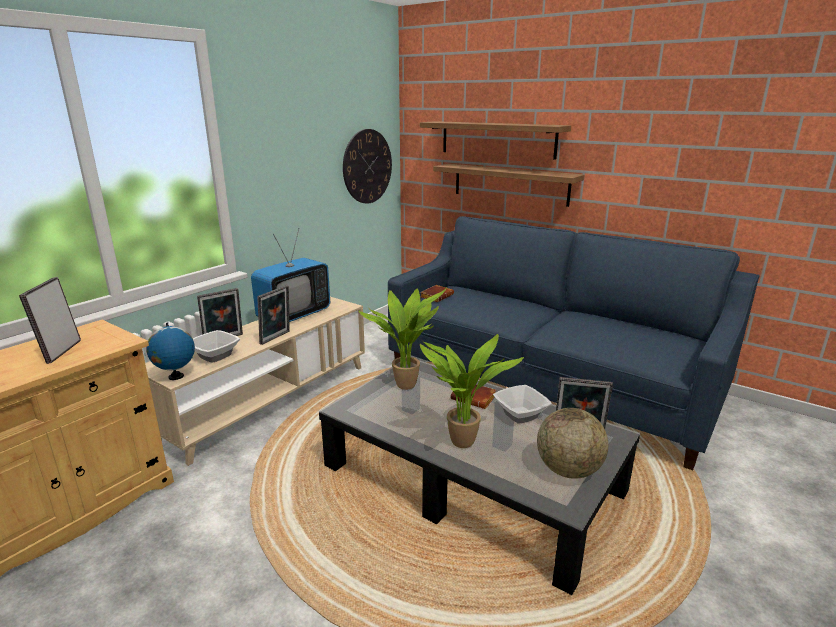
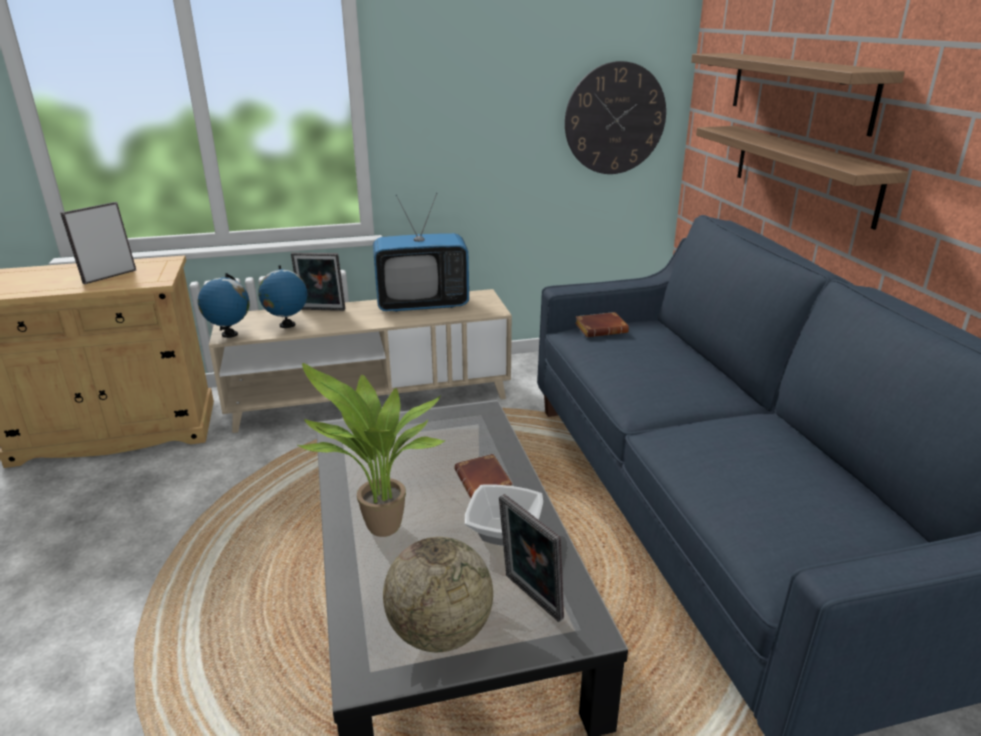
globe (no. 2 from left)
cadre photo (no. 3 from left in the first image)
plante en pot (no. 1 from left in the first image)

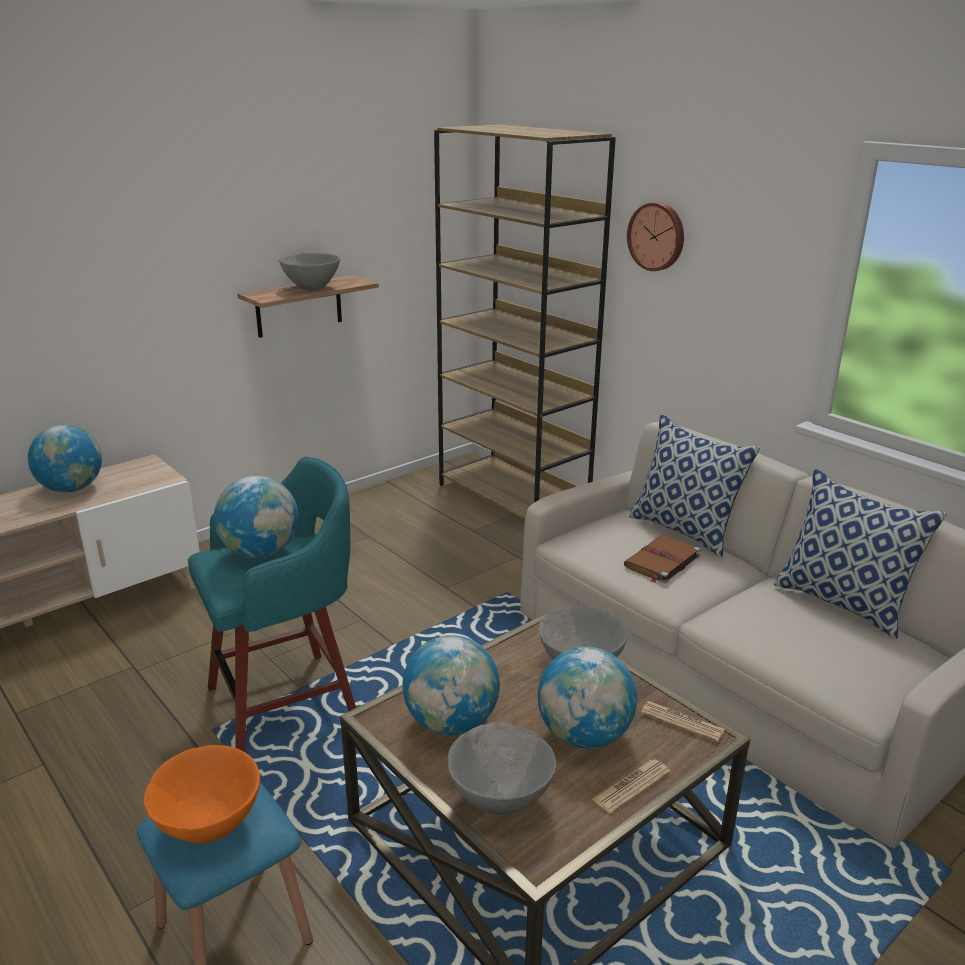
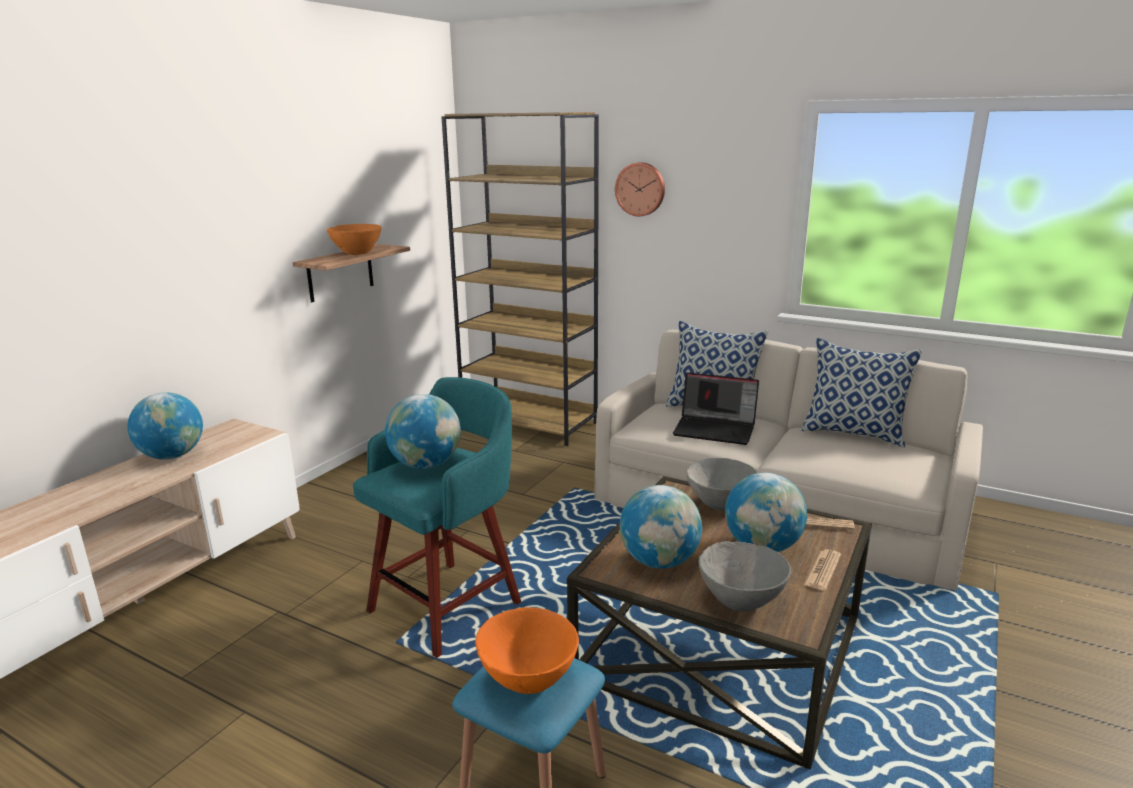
bol (orange) (no. 1 from left)
ordinateur portable

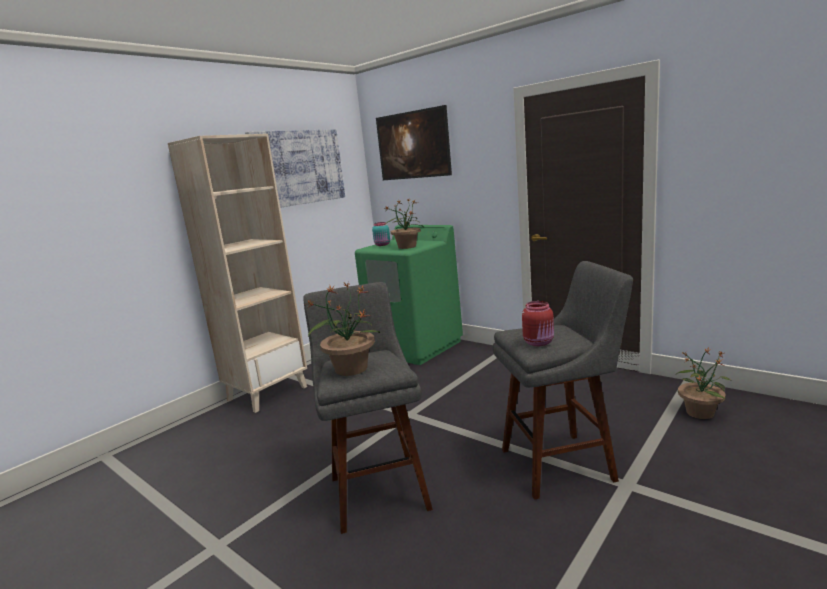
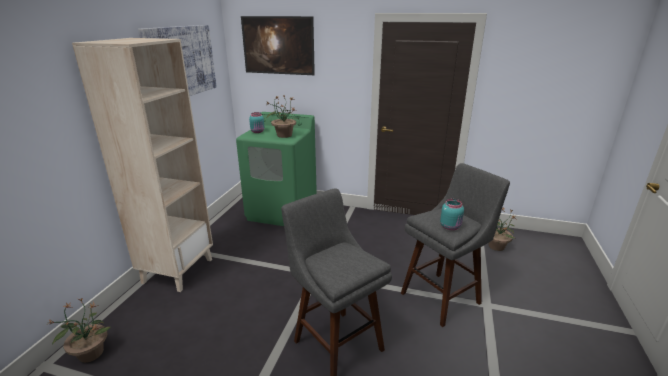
plante en pot (no. 1 from left)
bocal (turquoise) (no. 2 from left)

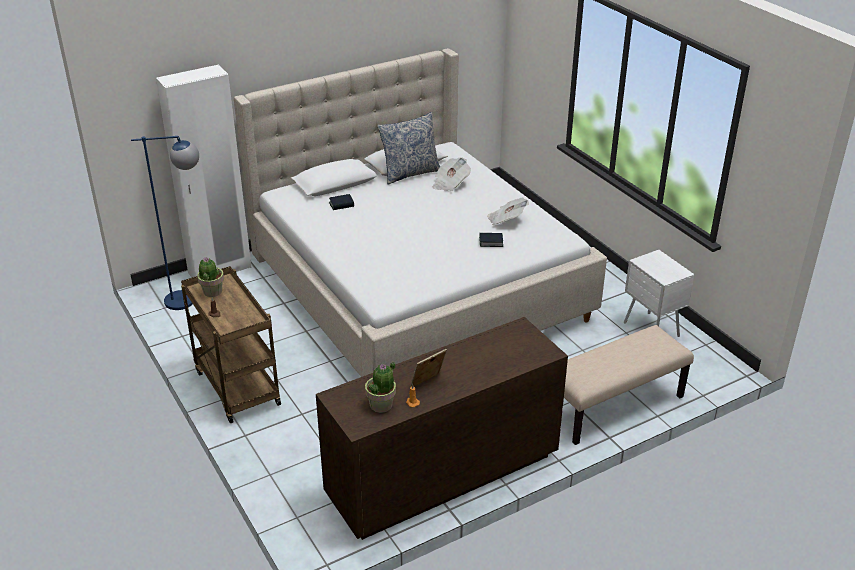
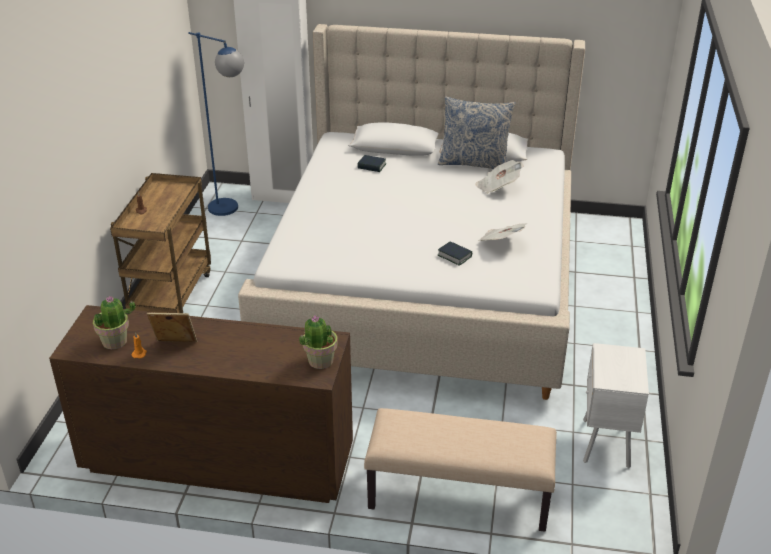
plante en pot (no. 2 from left)

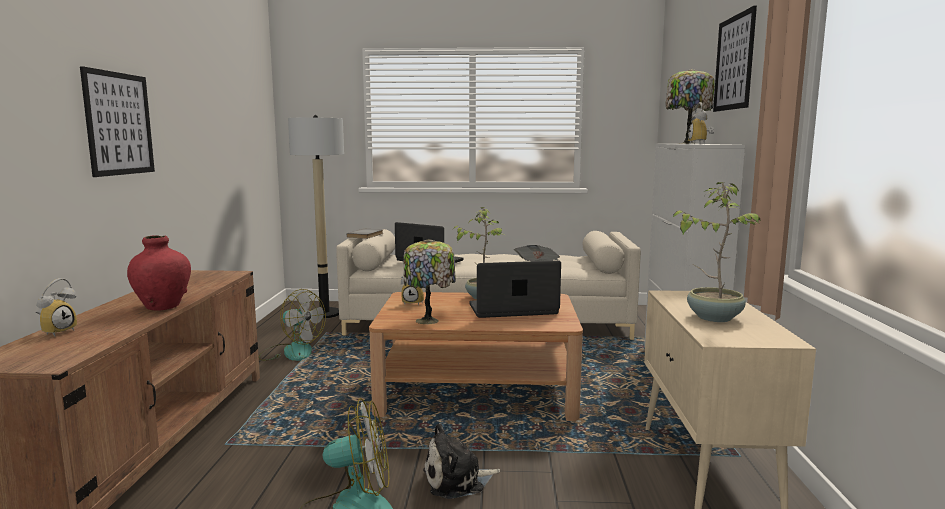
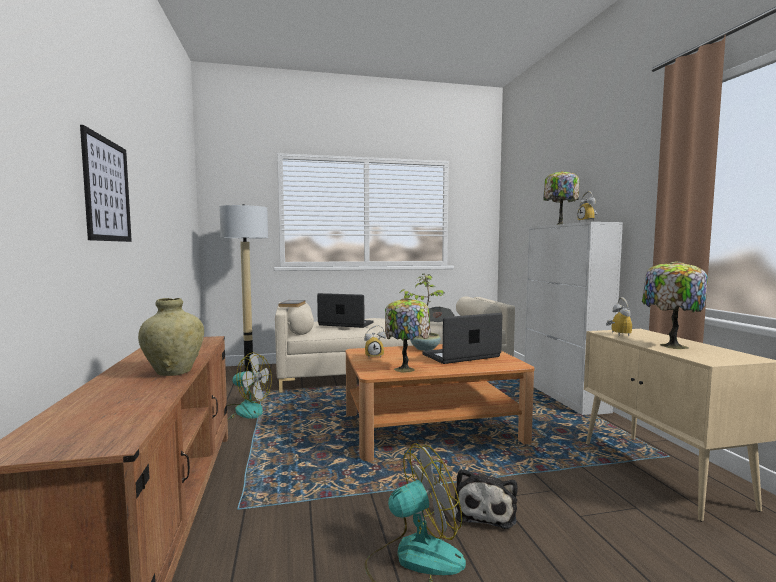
vase (beige)
peluche
réveil (no. 3 from left)
lampe de table (no. 3 from left)
tableau (no. 2 from left in the first image)

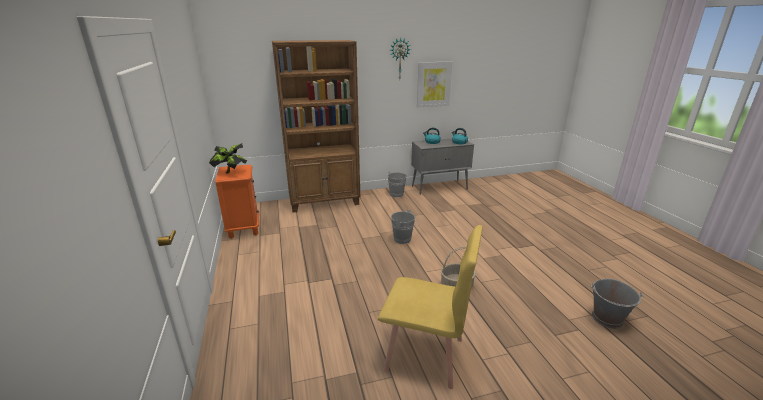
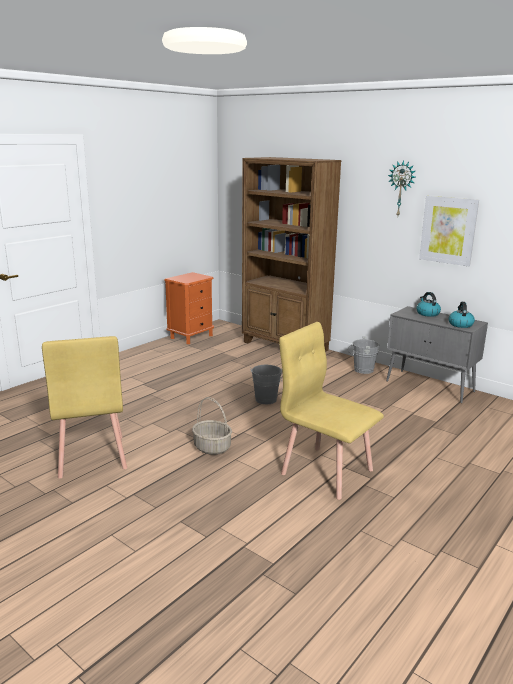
chaise (jaune) (no. 2 from left)
plante en pot
seau (gris) (no. 3 from left in the first image)

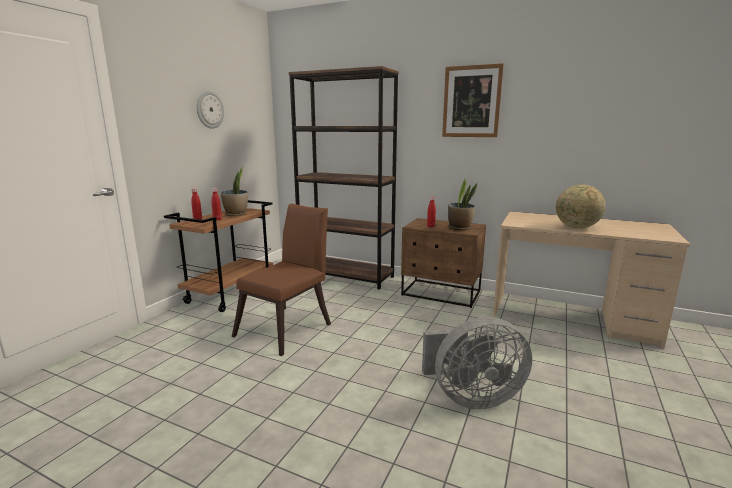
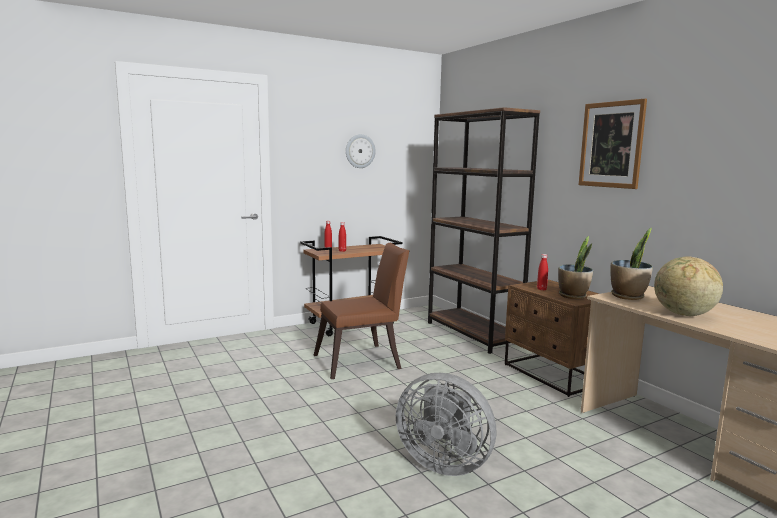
plante en pot (no. 2 from left)

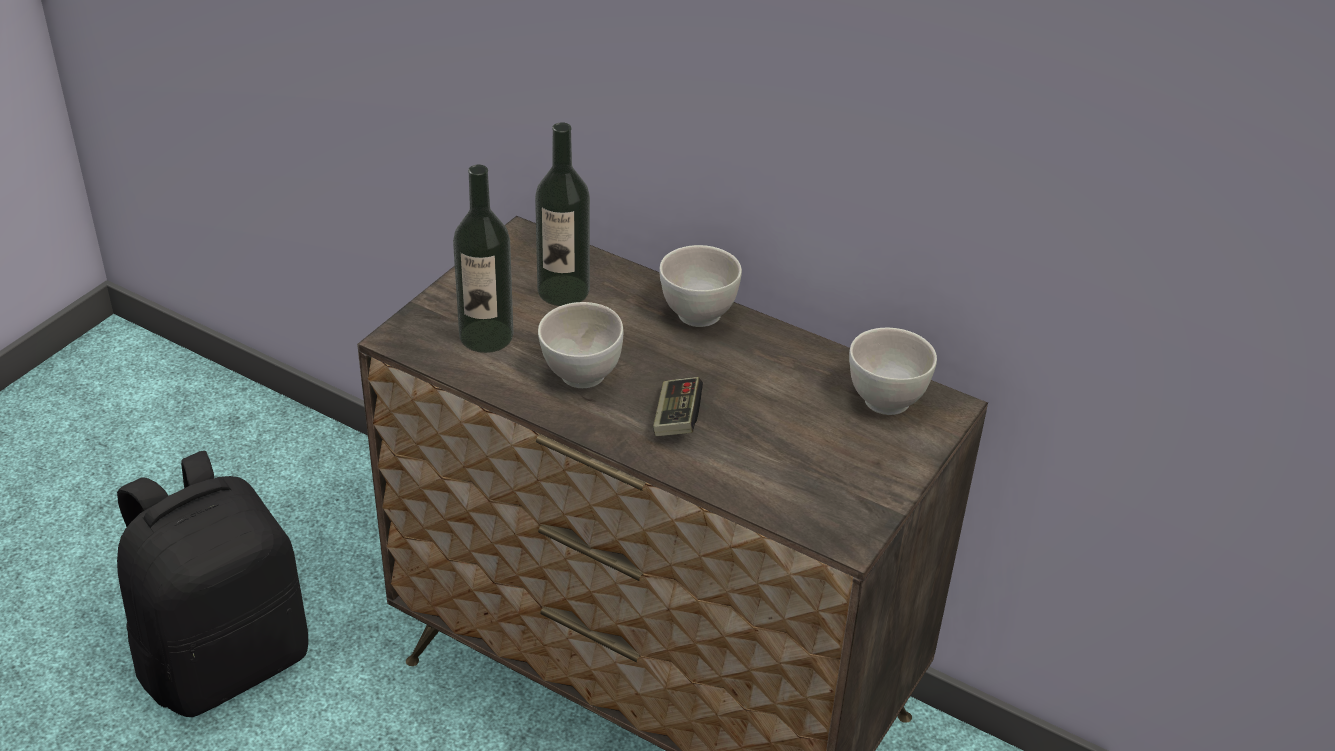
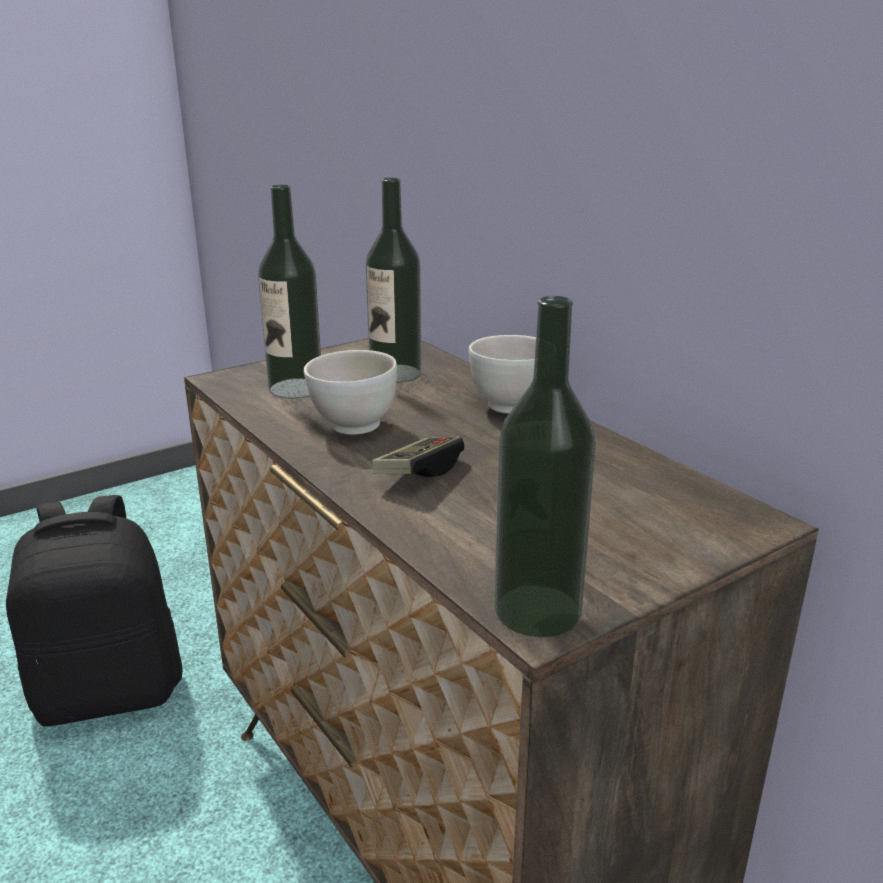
bouteille (no. 3 from left)
bol (blanc) (no. 3 from left in the first image)

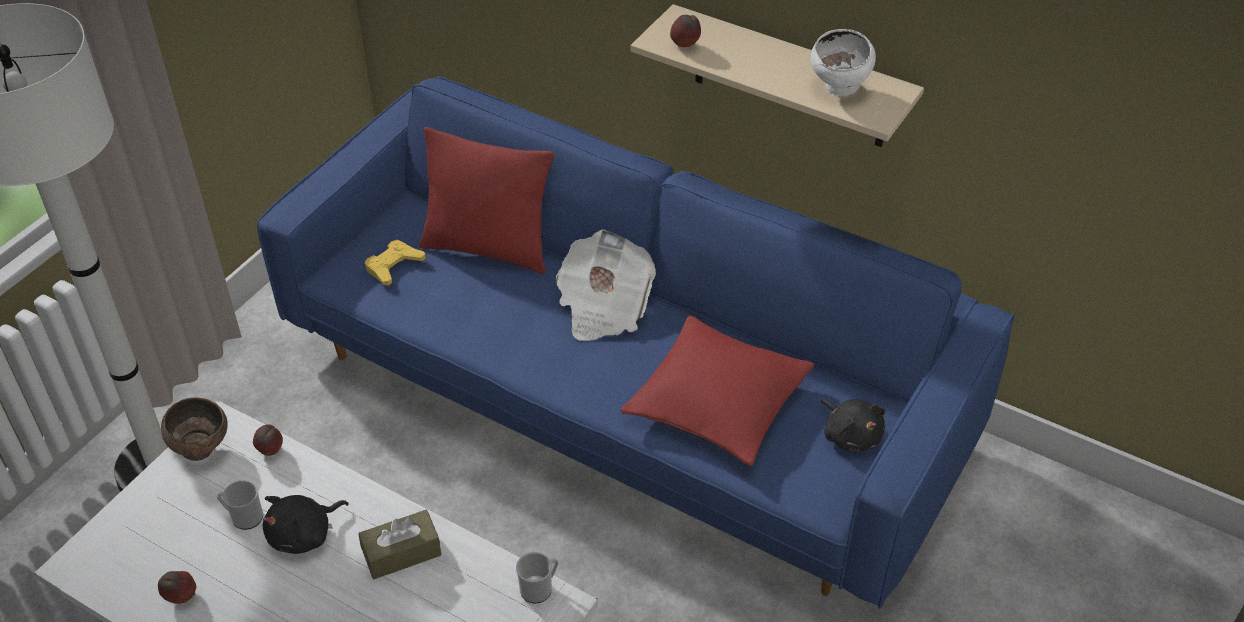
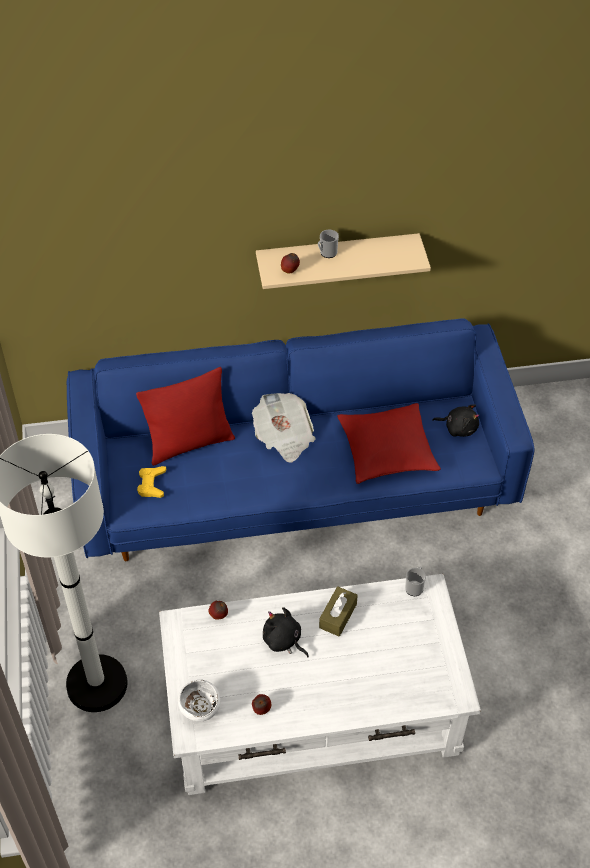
bol (blanc)
peluche (noir) (no. 1 from left)
mug (no. 1 from left)
bol (marron)

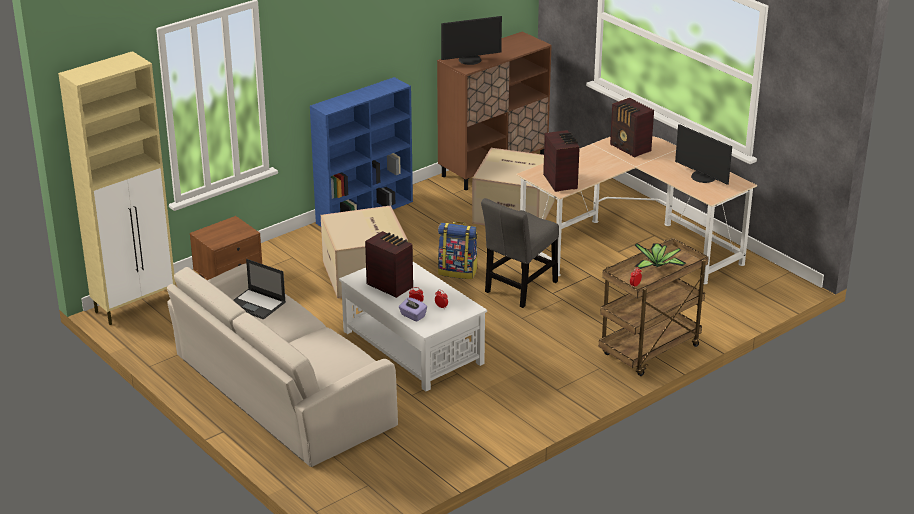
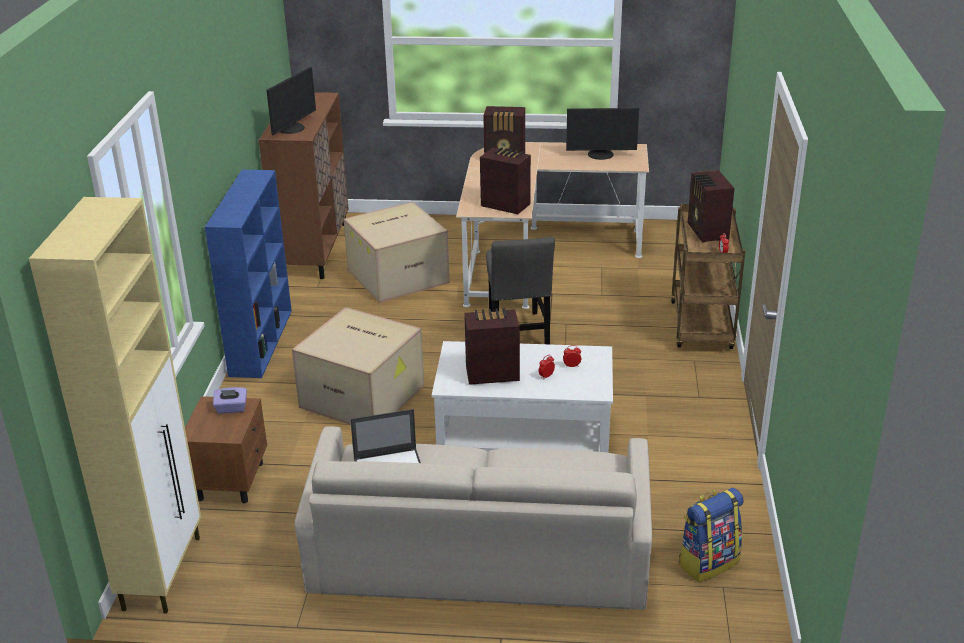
boîte à mouchoirs (violet)
sac à dos
radio (no. 4 from left)

